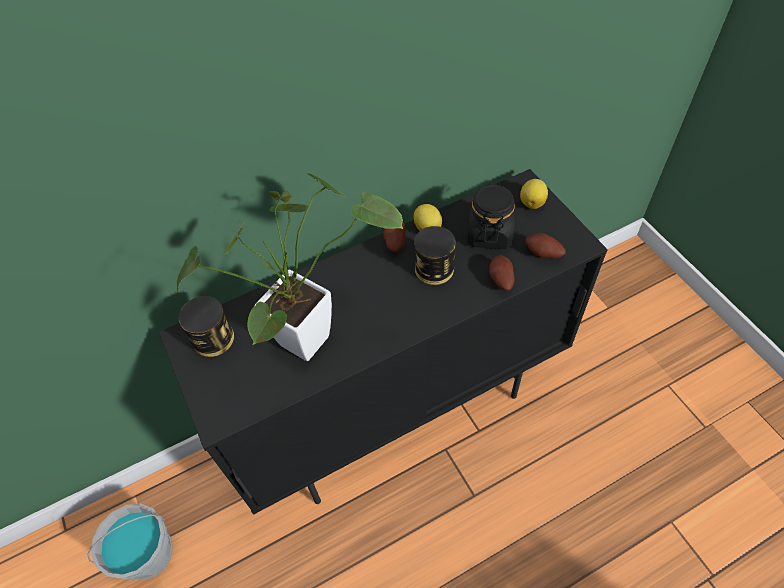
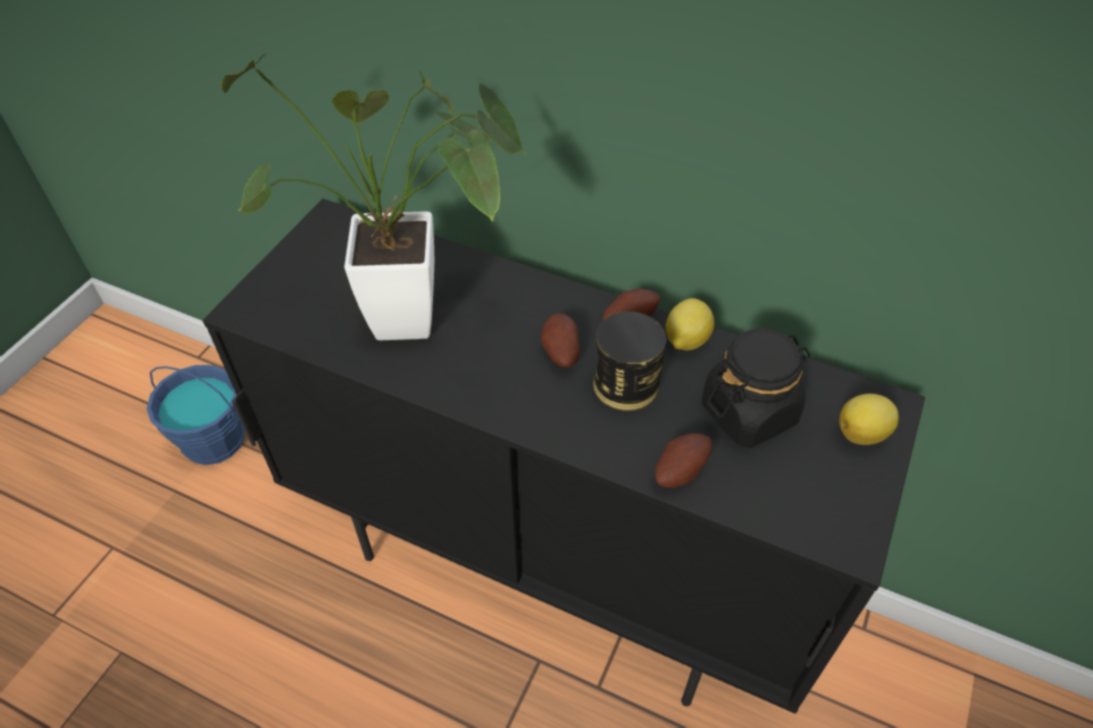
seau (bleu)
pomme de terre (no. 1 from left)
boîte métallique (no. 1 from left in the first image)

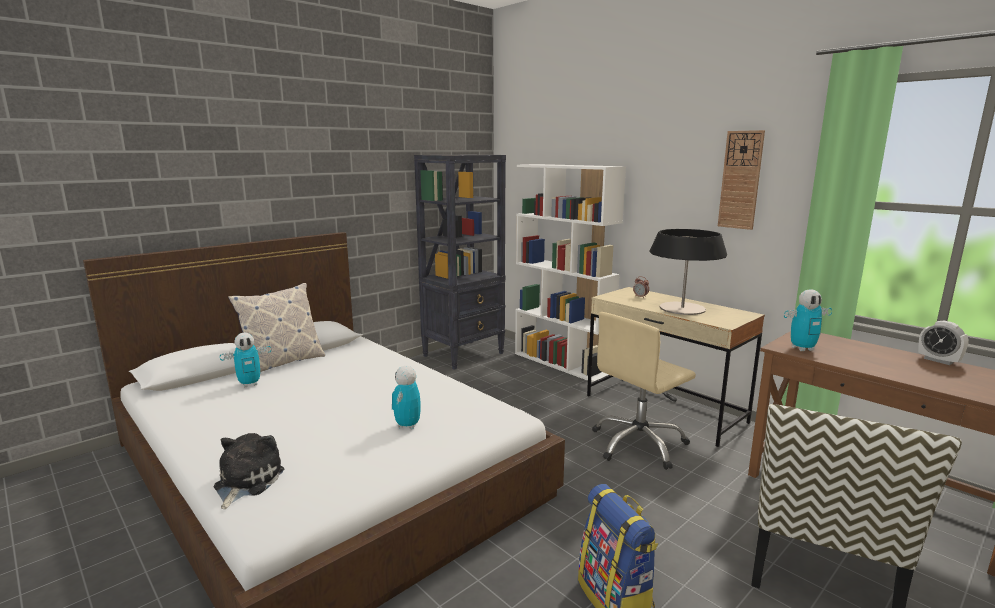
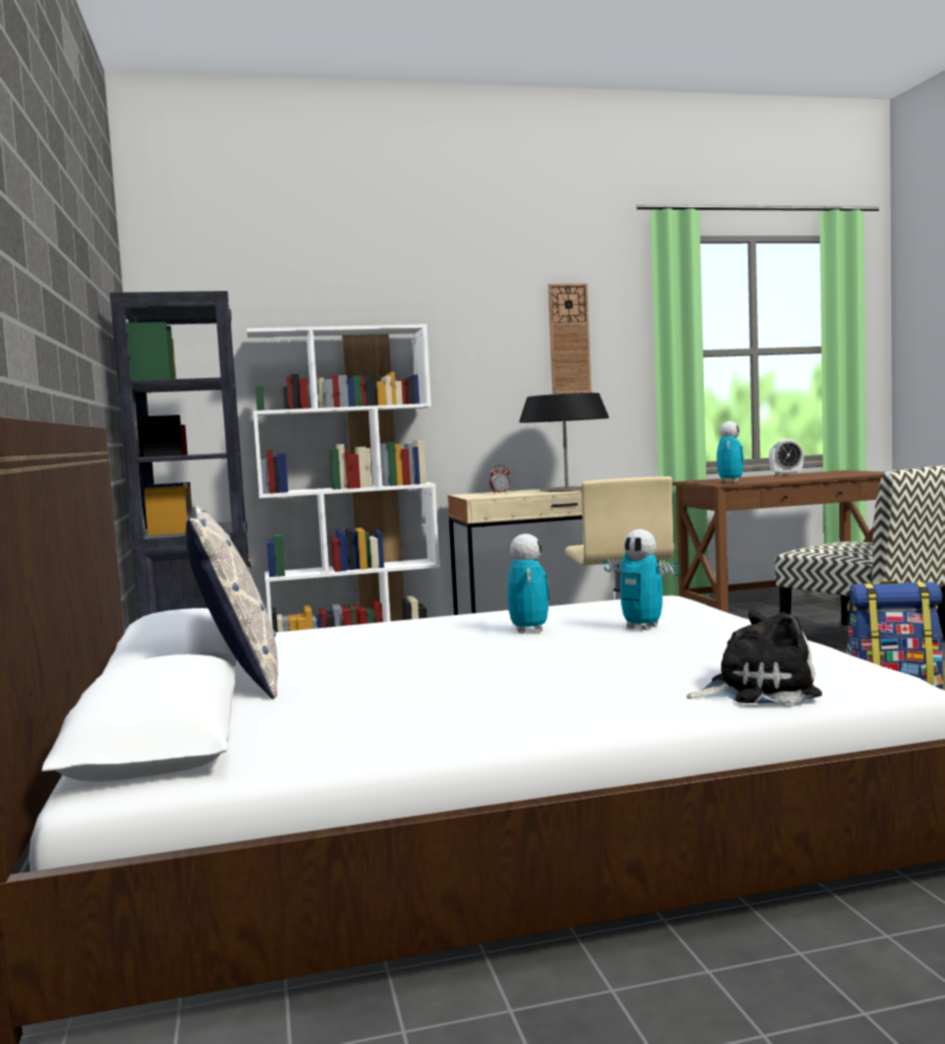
robot jouet (no. 1 from left)
peluche

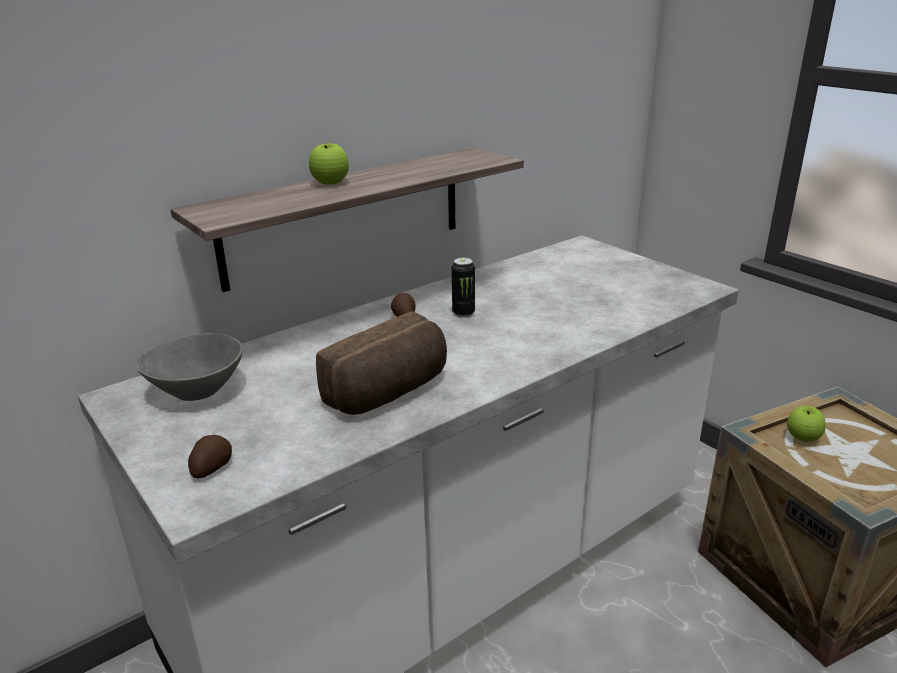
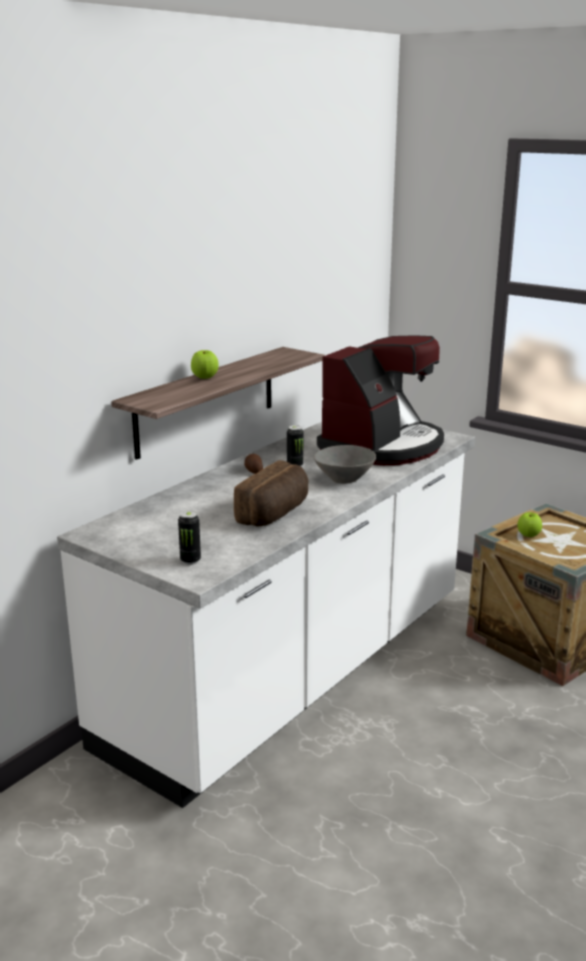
boîte métallique (no. 1 from left)
bol (gris)
machine à café

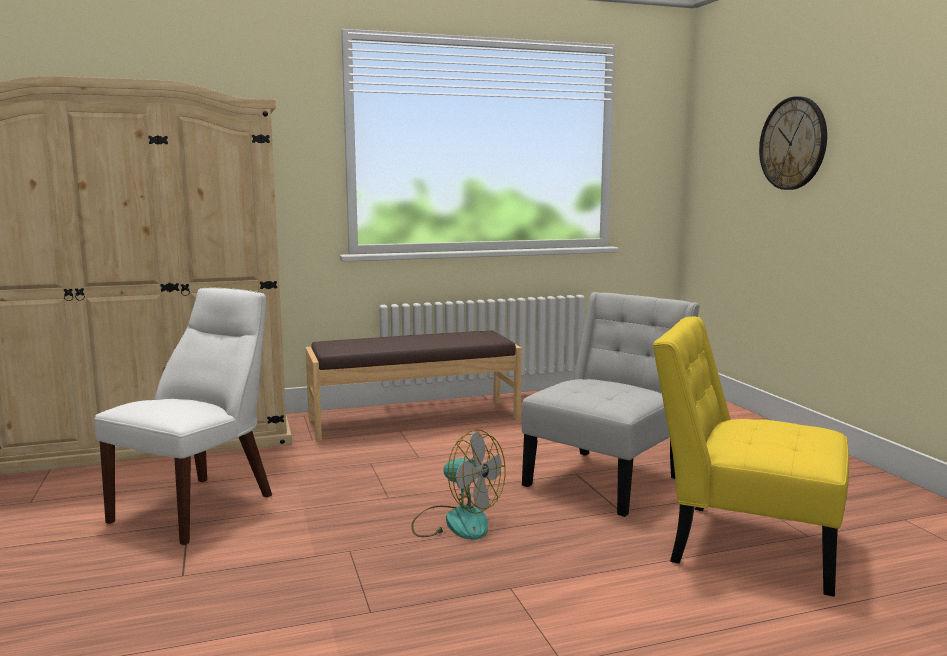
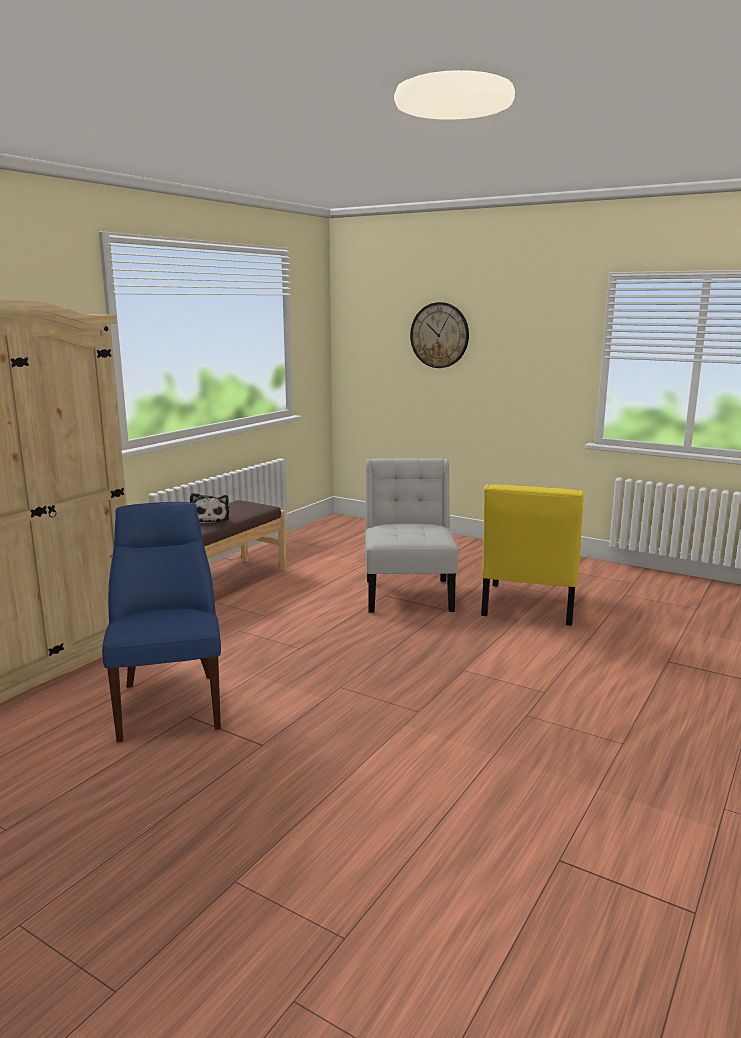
chaise (bleu)
peluche
chaise (jaune)
ventilateur

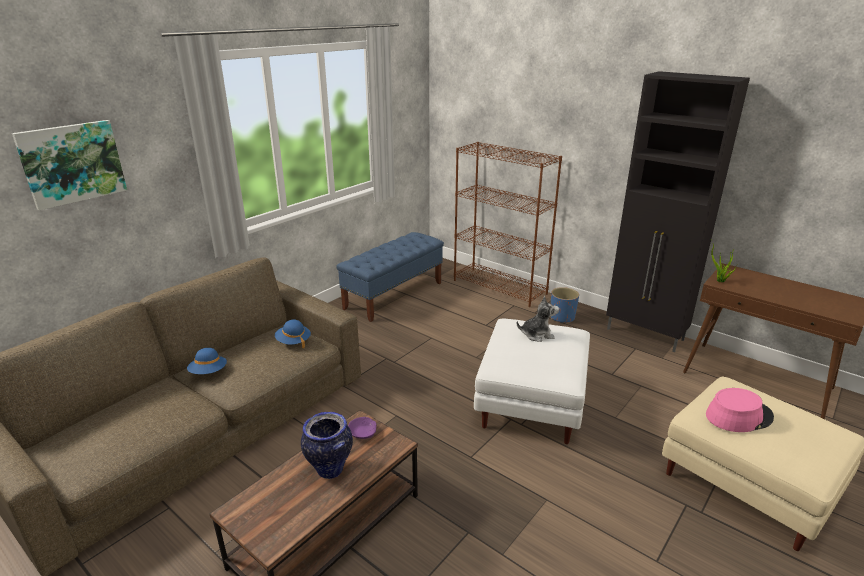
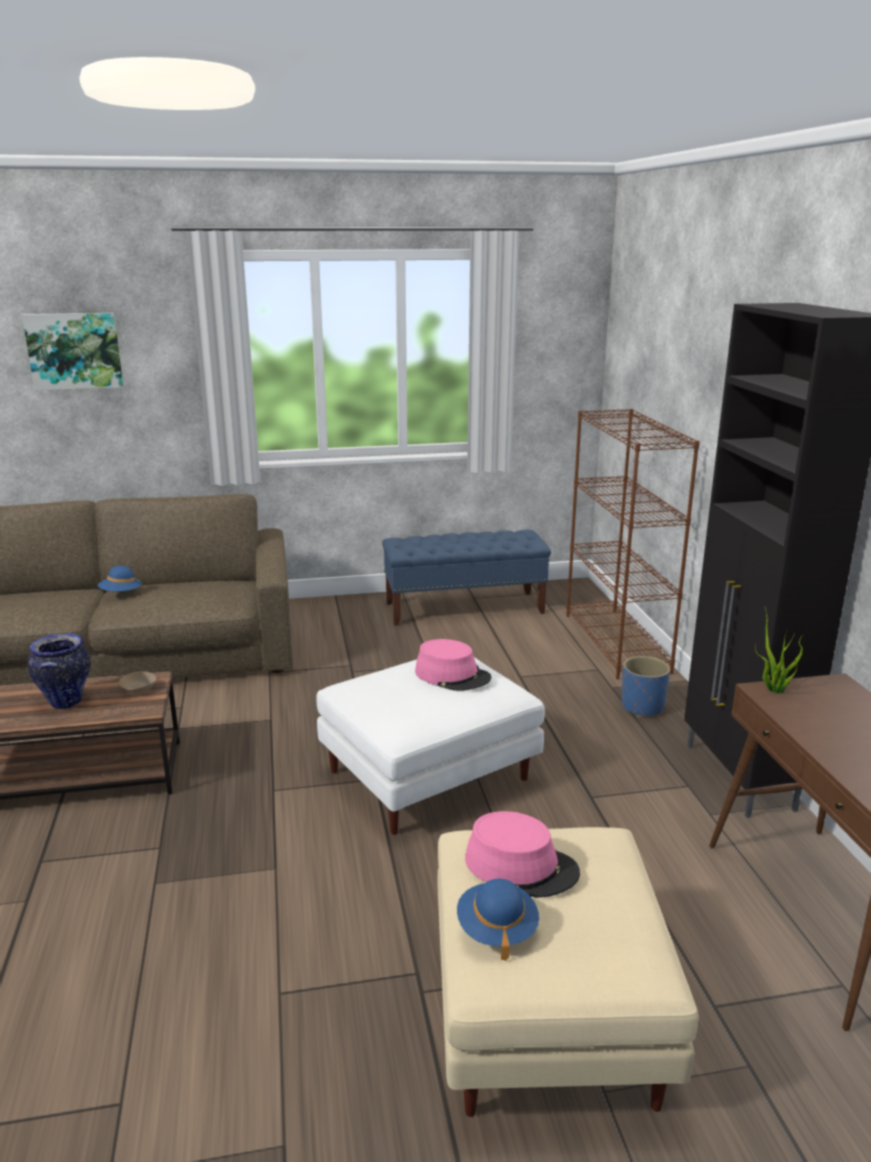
bol (beige)
chapeau (rose) (no. 1 from left)
chapeau (bleu) (no. 2 from left)

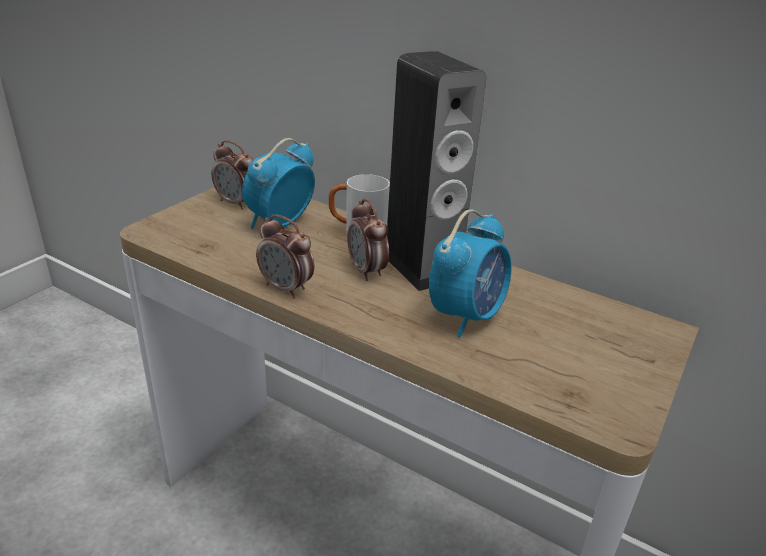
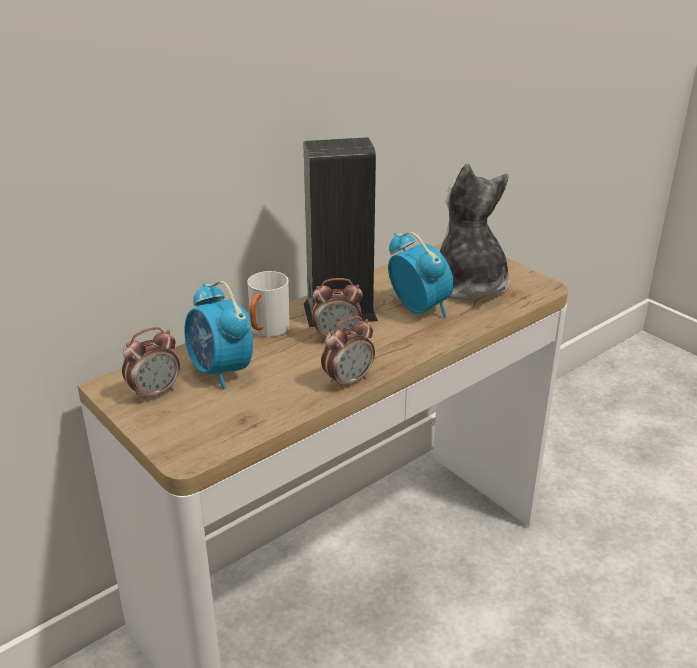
peluche

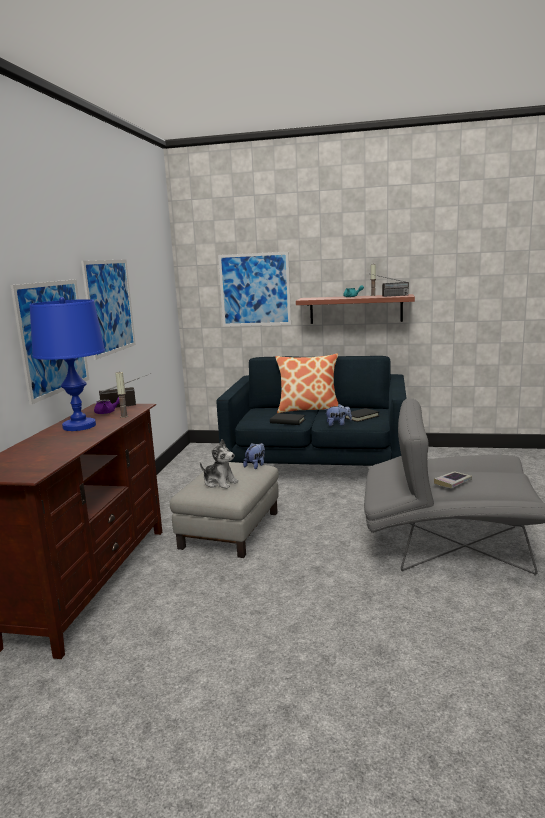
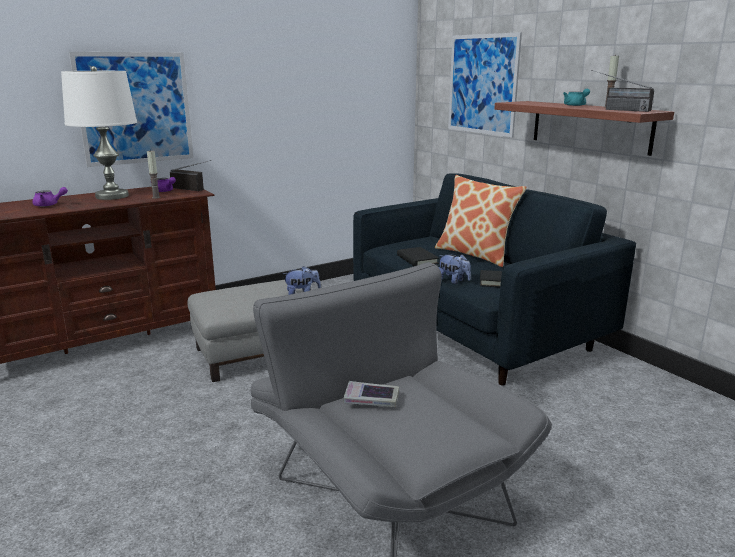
théière (violet) (no. 1 from left)
lampe de table (blanc)
tableau (no. 2 from left in the first image)
peluche (no. 1 from left in the first image)

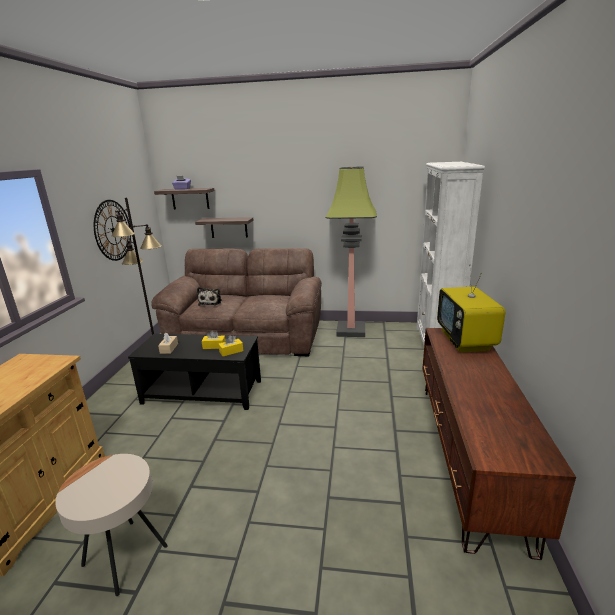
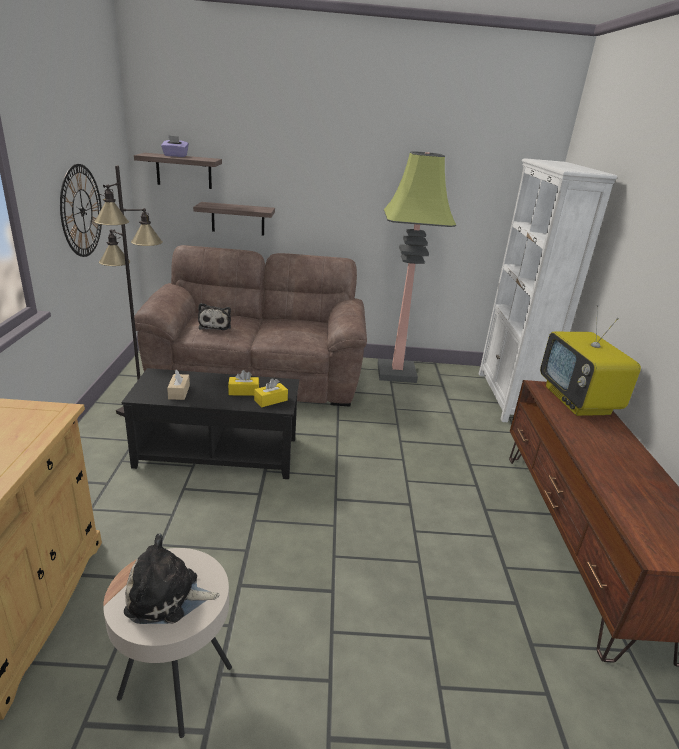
peluche (no. 1 from left)

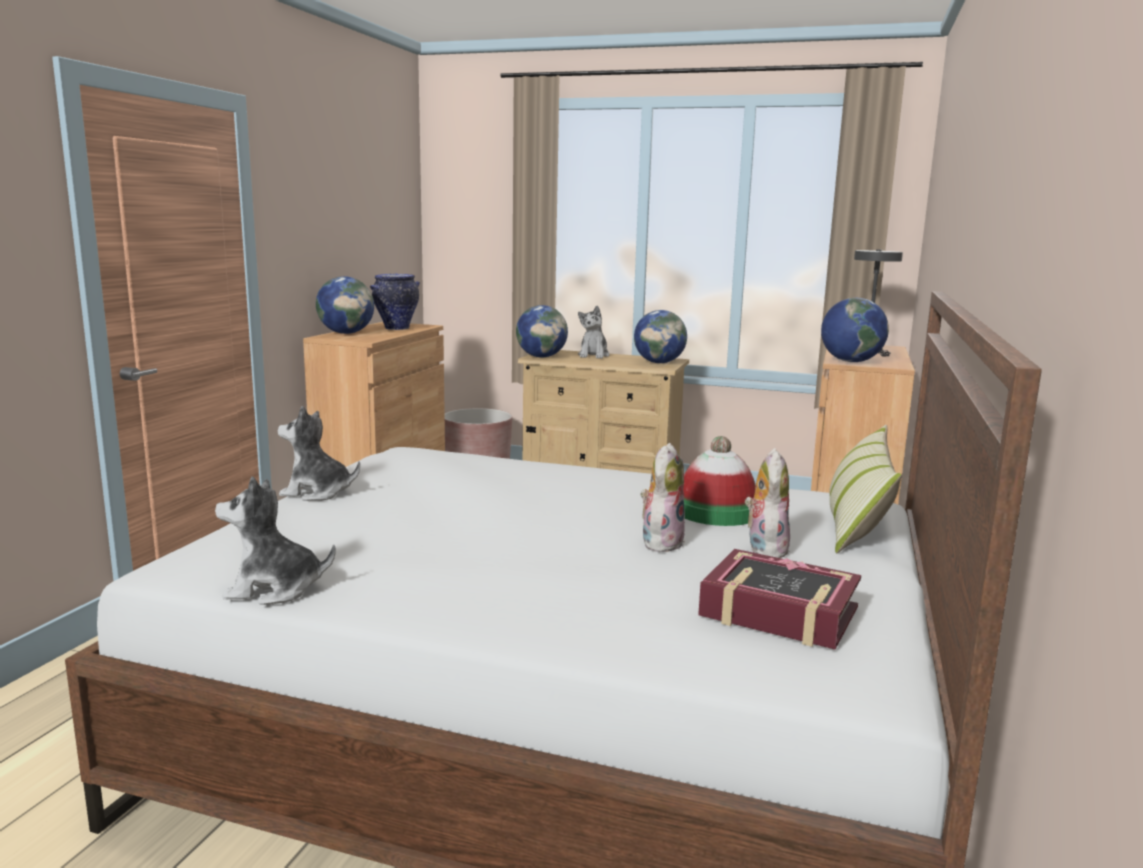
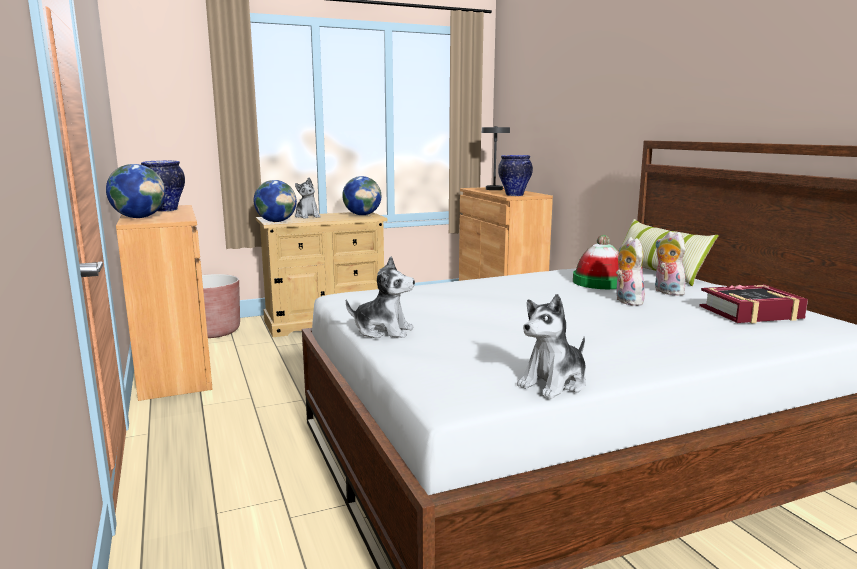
peluche (no. 2 from left)
vase (no. 2 from left)

